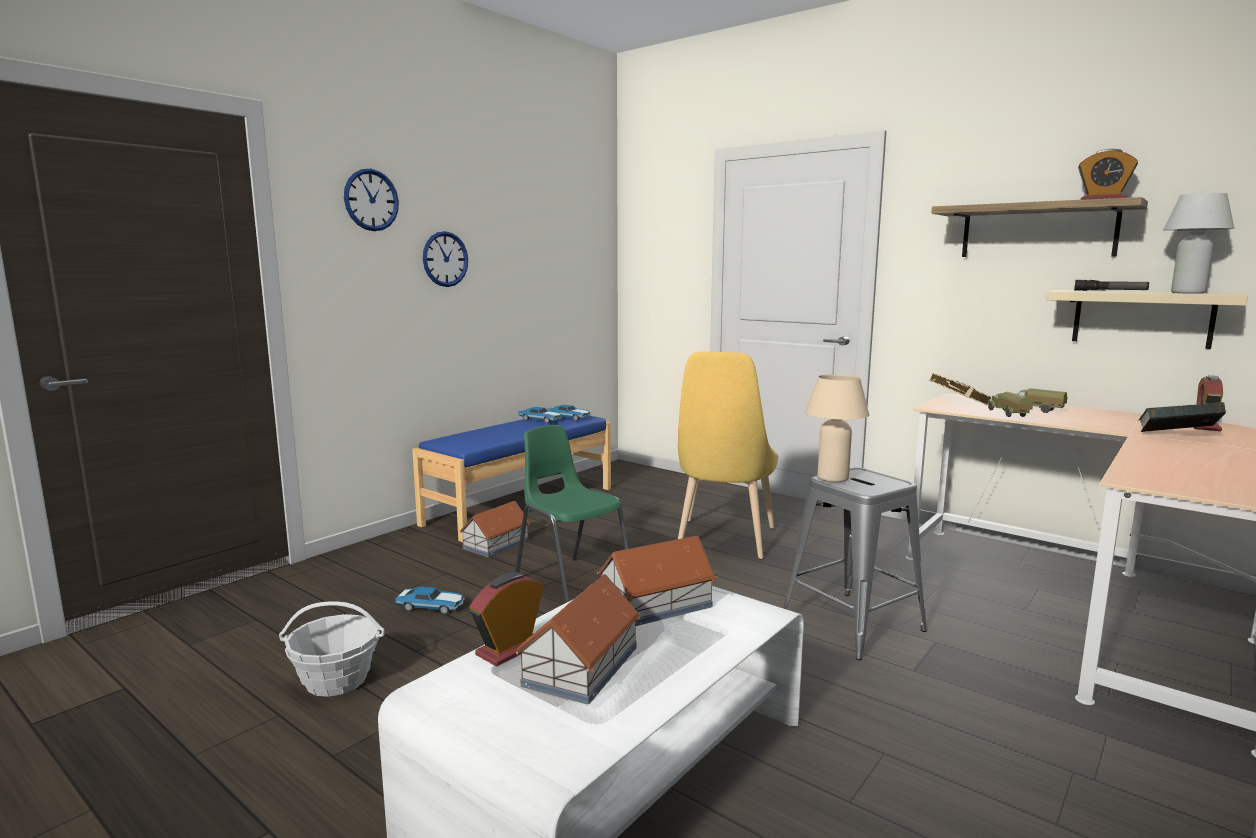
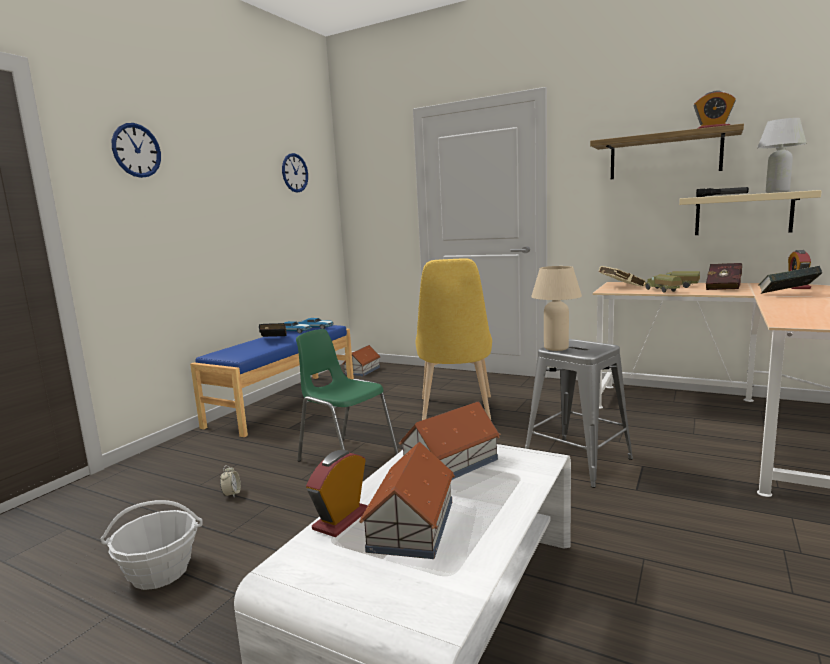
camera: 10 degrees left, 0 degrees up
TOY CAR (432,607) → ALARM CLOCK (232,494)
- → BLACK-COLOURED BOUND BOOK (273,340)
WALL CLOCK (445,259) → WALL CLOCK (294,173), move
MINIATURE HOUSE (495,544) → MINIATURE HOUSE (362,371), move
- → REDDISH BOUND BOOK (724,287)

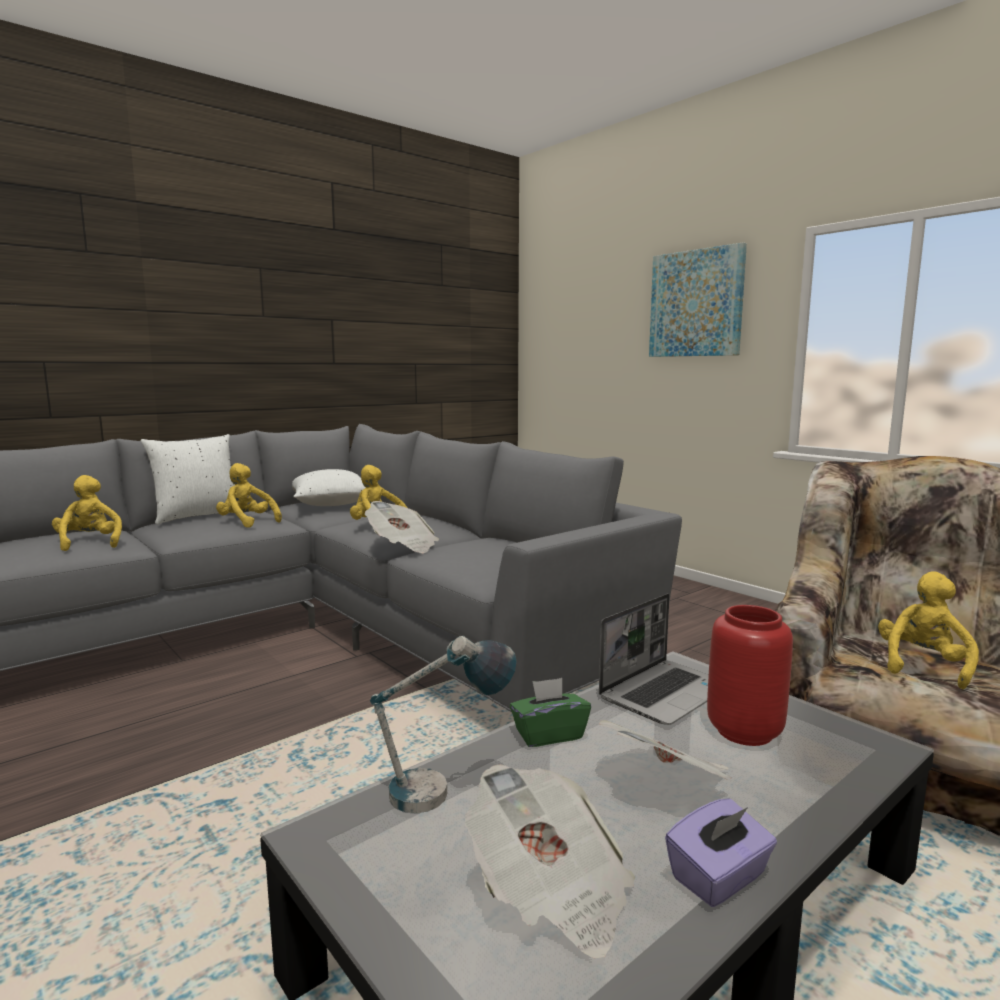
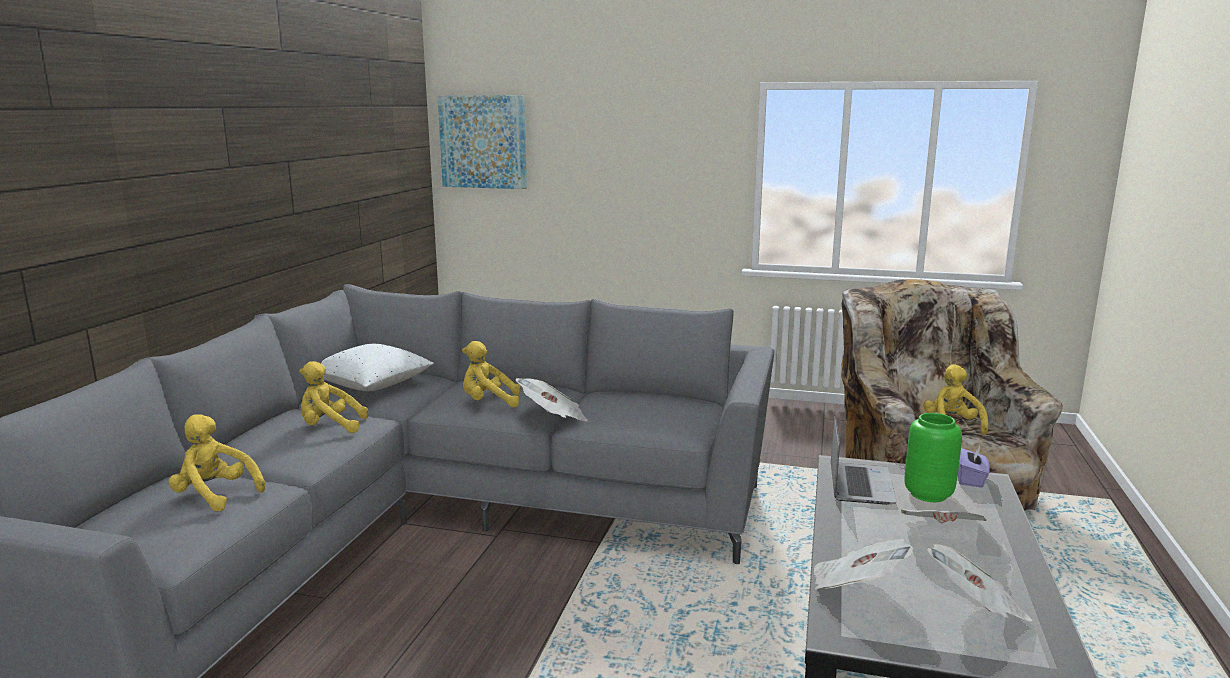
camera: 35 degrees left, 5 degrees up
PICTURE (696,303) → PICTURE (483,142), move
LAMP FOR A TABLE (444,794) → DAILY PAPER (856,586)
REDDISH VASE (742,731) → GREEN-COLOURED VASE (927,494)
PURPLE BOX OF TISSUES (719,878) → PURPLE BOX OF TISSUES (970,479), move
WHITISH THROW PILLOW (197,516) → -
GREEN-COLOURED BOX OF TISSUES (549,734) → -

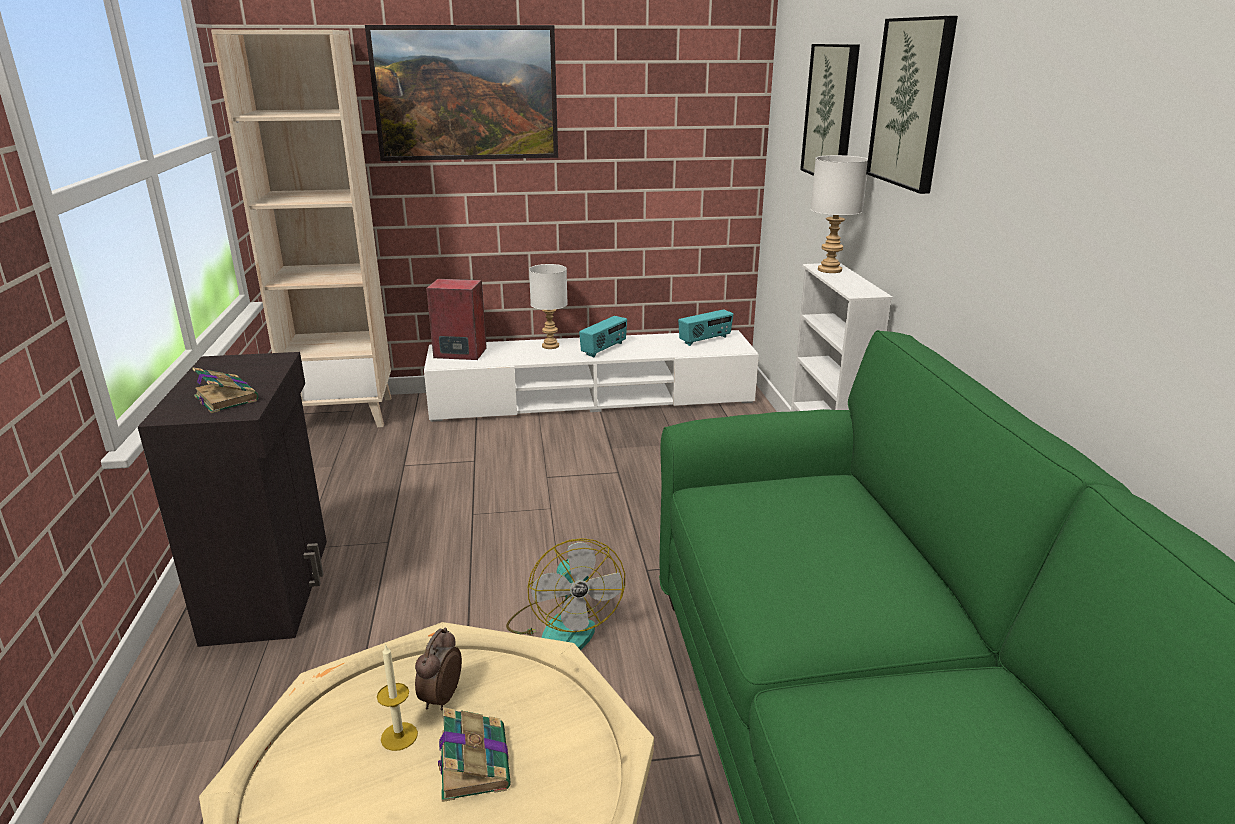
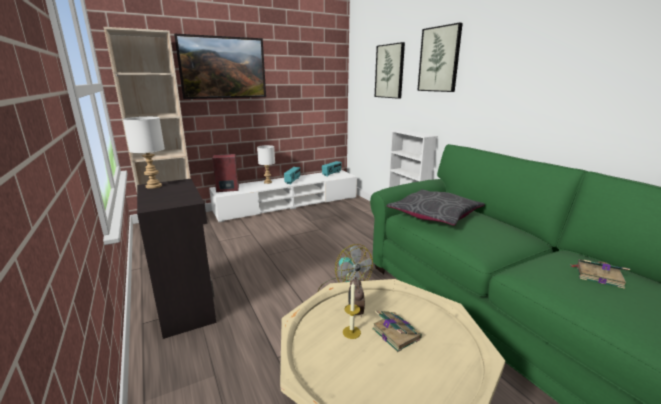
camera: 20 degrees left, 5 degrees down
WHITISH LAMP FOR A TABLE (829,269) → WHITISH LAMP FOR A TABLE (154,186), move
- → GREY THROW PILLOW (434,215)
BOUND BOOK (226,398) → BOUND BOOK (597,276), move

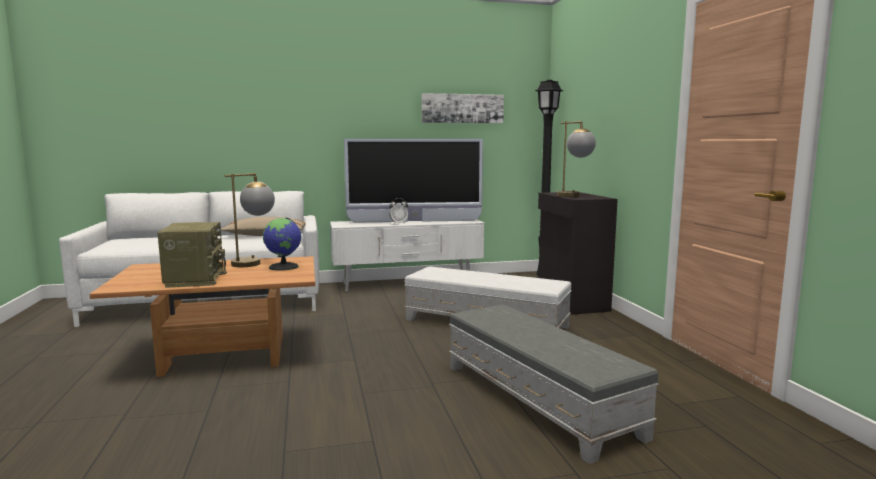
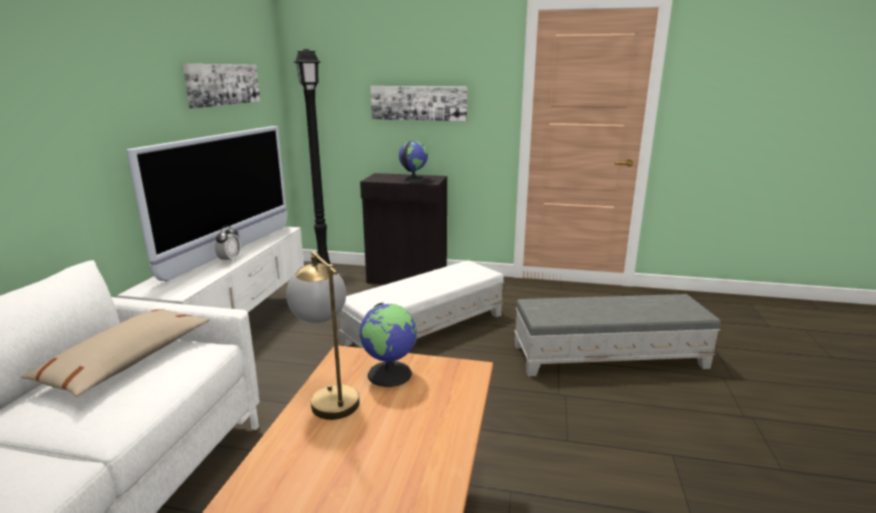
camera: 65 degrees left, 10 degrees up
- → PICTURE (419,103)
LAMP FOR A TABLE (574,196) → GLOBE (413,180)
RADIO (194,279) → -

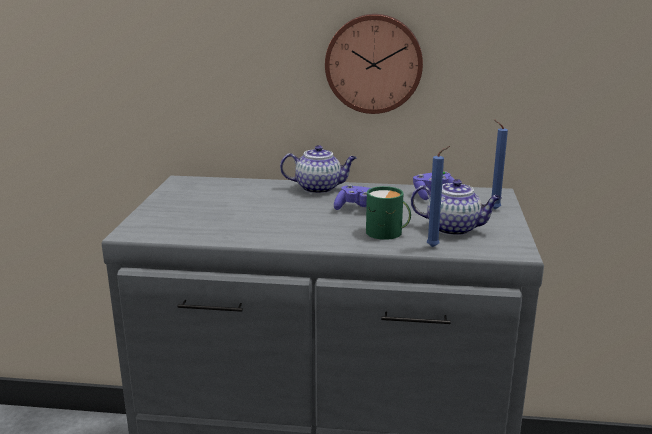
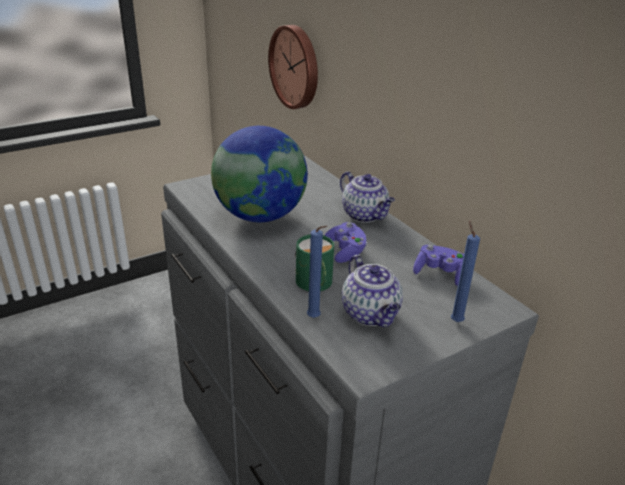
camera: 50 degrees right, 10 degrees up
- → GLOBE (260,216)
WALL CLOCK (374,63) → WALL CLOCK (296,67), move

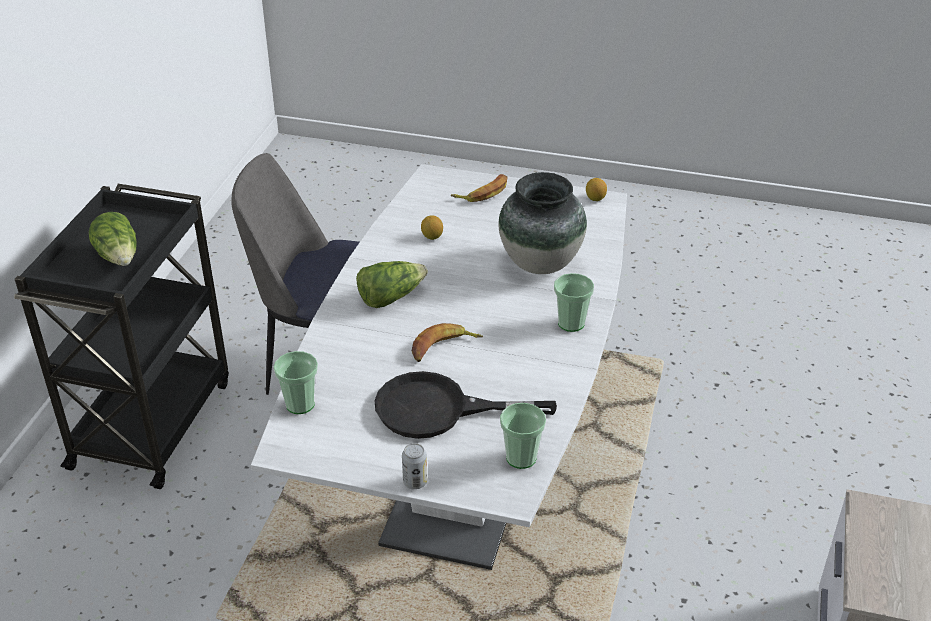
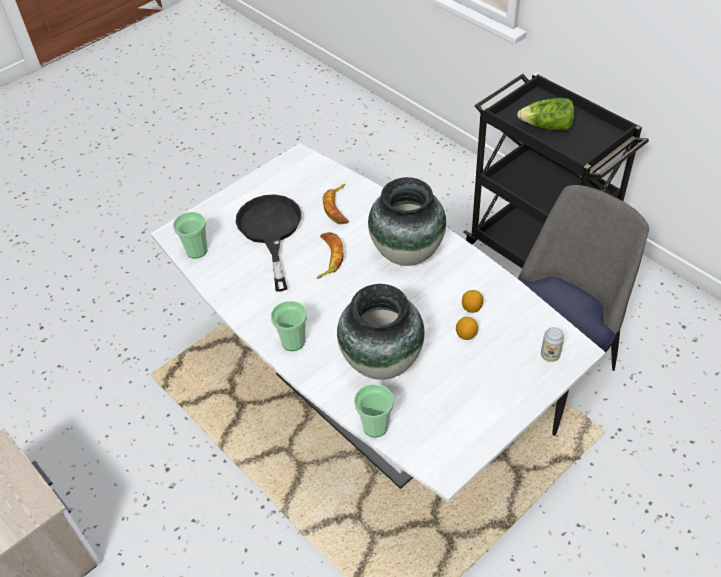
camera: 125 degrees right, 10 degrees up
BLACK-COLOURED PAN (439,410) → BLACK-COLOURED PAN (270,231), 45 degrees counterclockwise
WHOLE BANANA (483,192) → WHOLE BANANA (338,208), move
CUP (300,404) → CUP (375,426), move
LETTUCE HEAD (390,297) → VASE (407,252)
CITRUS FRUIT (595,198) → CITRUS FRUIT (466,335), move
CAN (415,482) → CAN (550,355), move

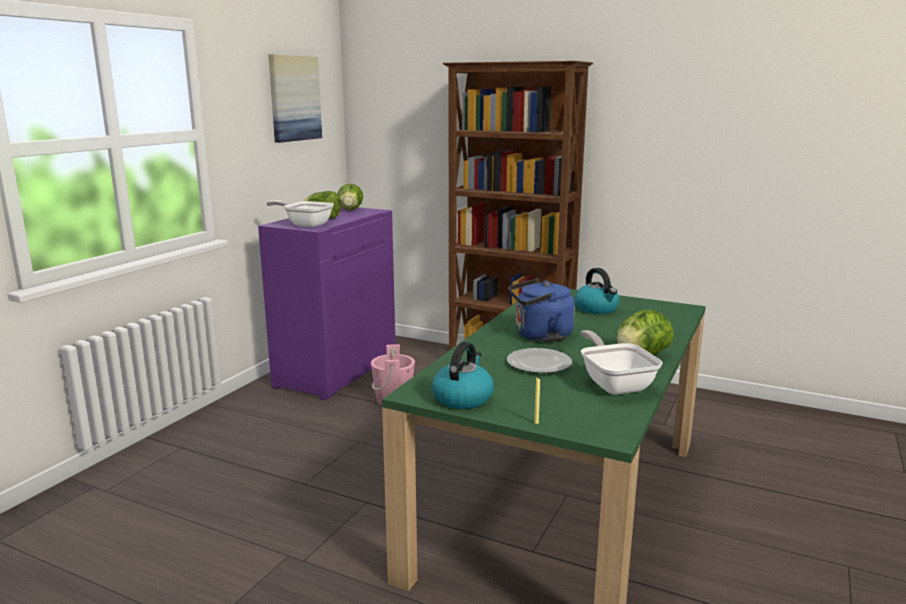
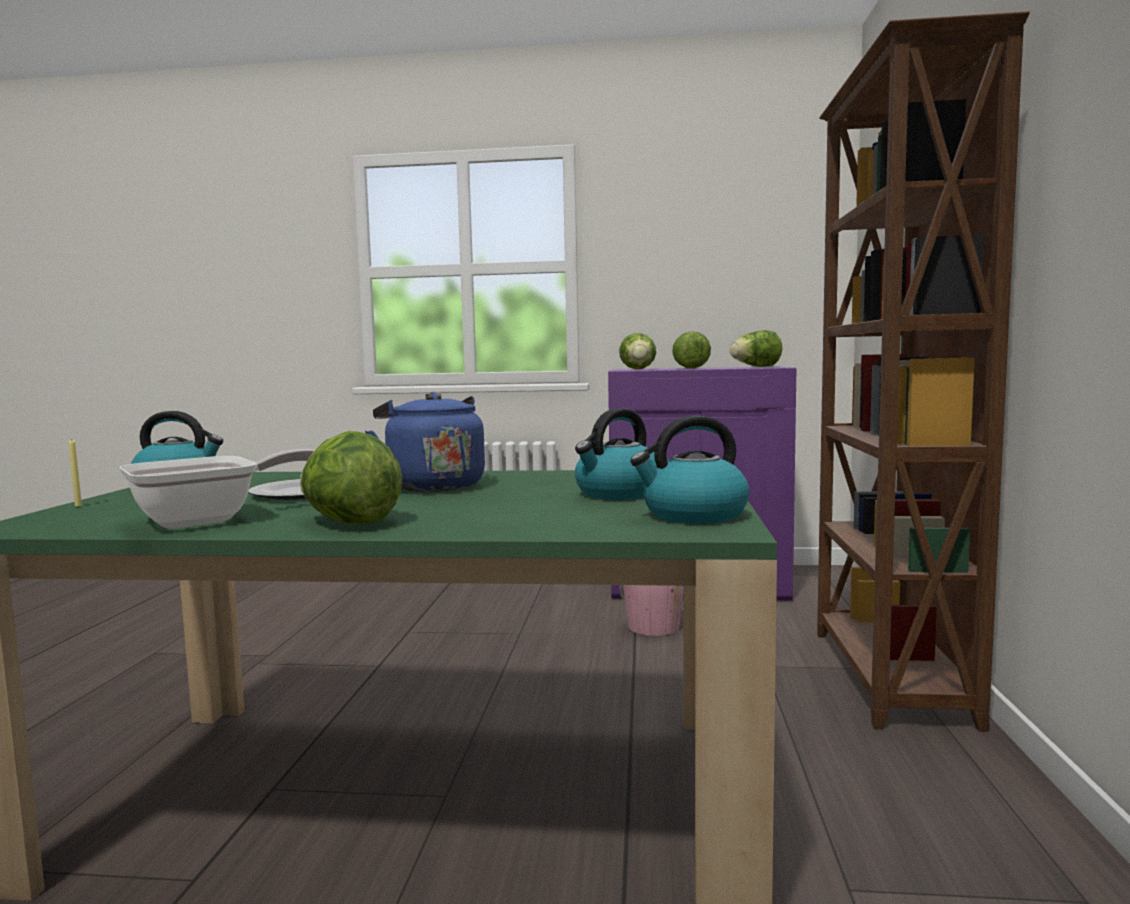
camera: 70 degrees right, 10 degrees down
PAN (305,225) → LETTUCE HEAD (639,369)
- → TEA KETTLE (693,515)
PICTURE (294,98) → -

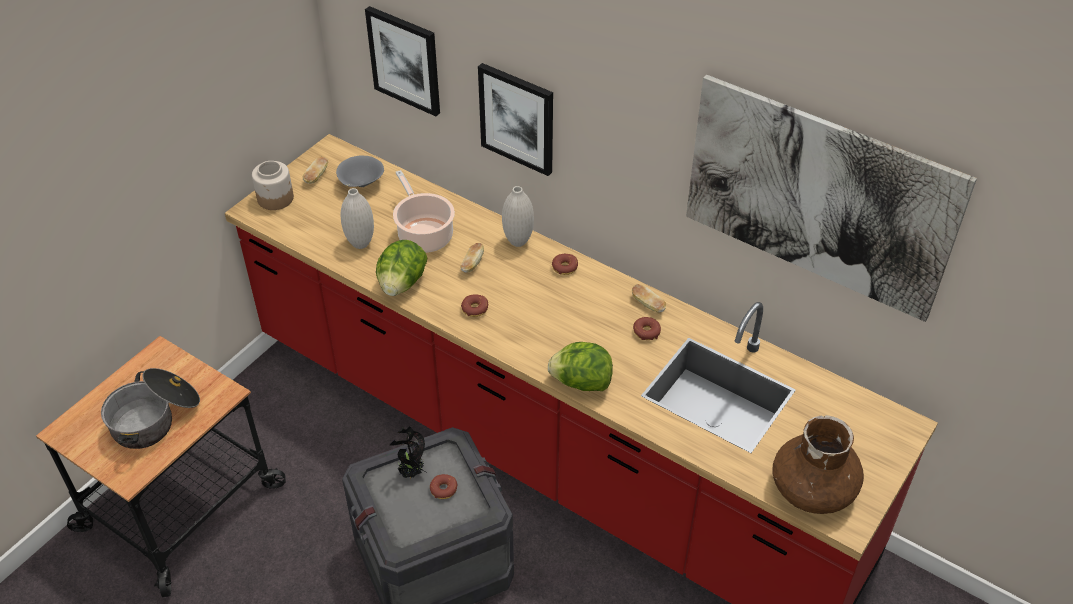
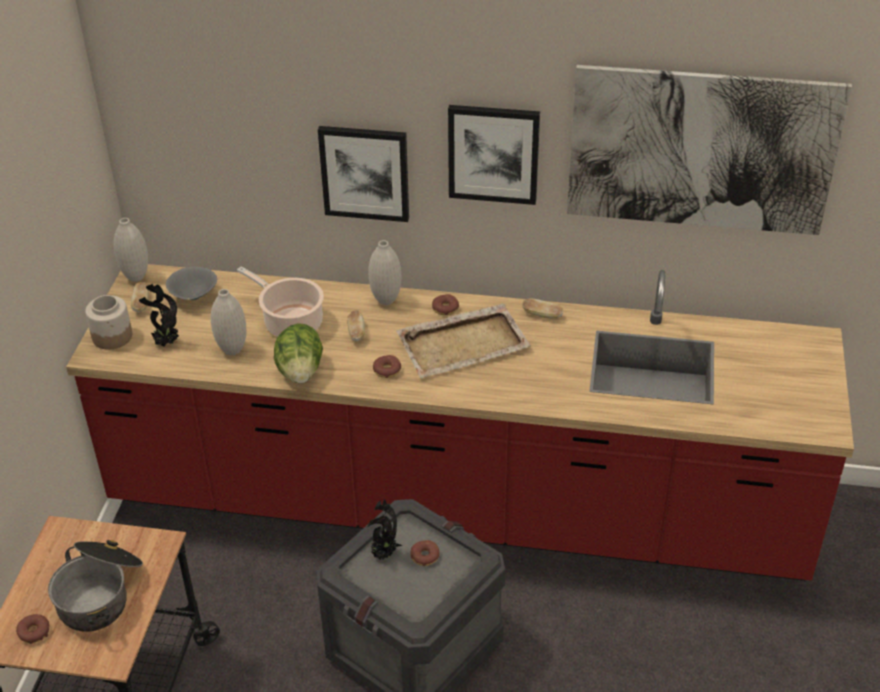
camera: 25 degrees left, 5 degrees down
RING DOUGHNUT (646,332) → RING DOUGHNUT (34,632), move
- → WHITISH VASE (136,277)
- → HOUSEPLANT (165,343)
- → BEIGE-COLOURED TRAY (464,344)
PICTURE (405,60) → PICTURE (493,153), move
LETTUCE HEAD (581,382) → -
BROWNISH VASE (813,489) → -

